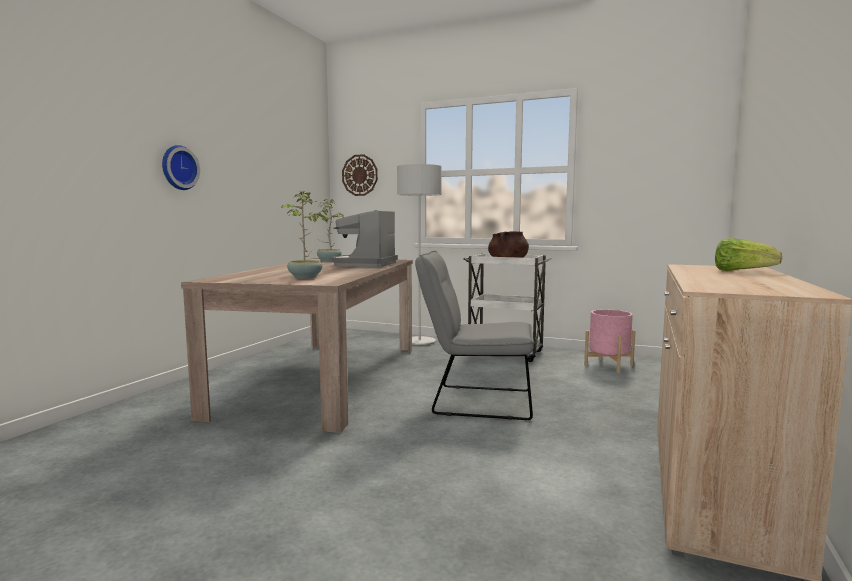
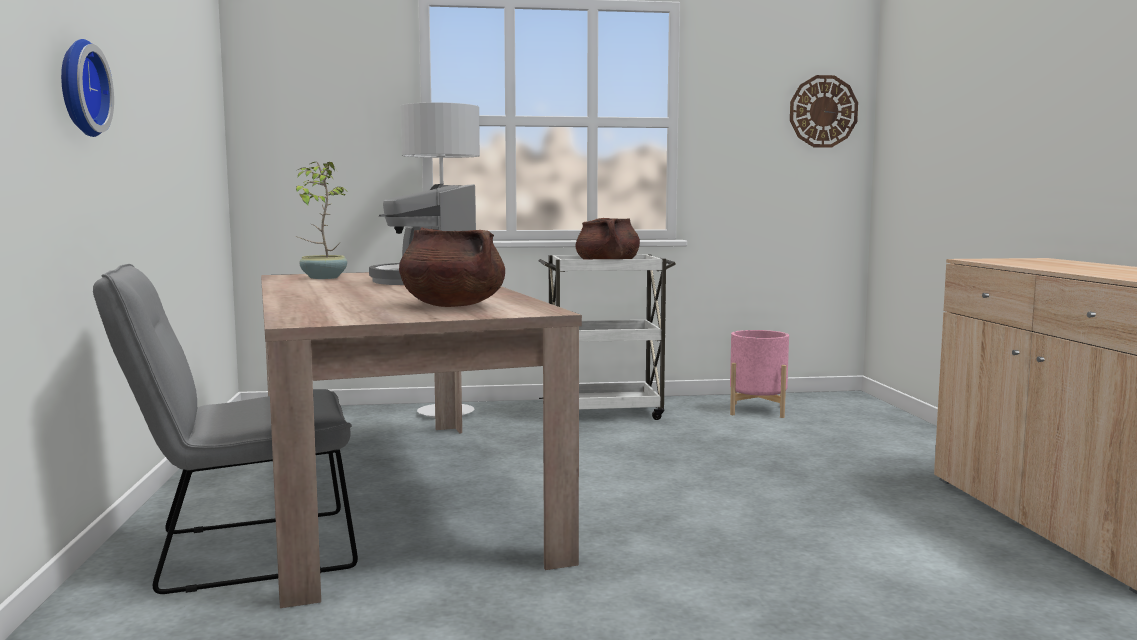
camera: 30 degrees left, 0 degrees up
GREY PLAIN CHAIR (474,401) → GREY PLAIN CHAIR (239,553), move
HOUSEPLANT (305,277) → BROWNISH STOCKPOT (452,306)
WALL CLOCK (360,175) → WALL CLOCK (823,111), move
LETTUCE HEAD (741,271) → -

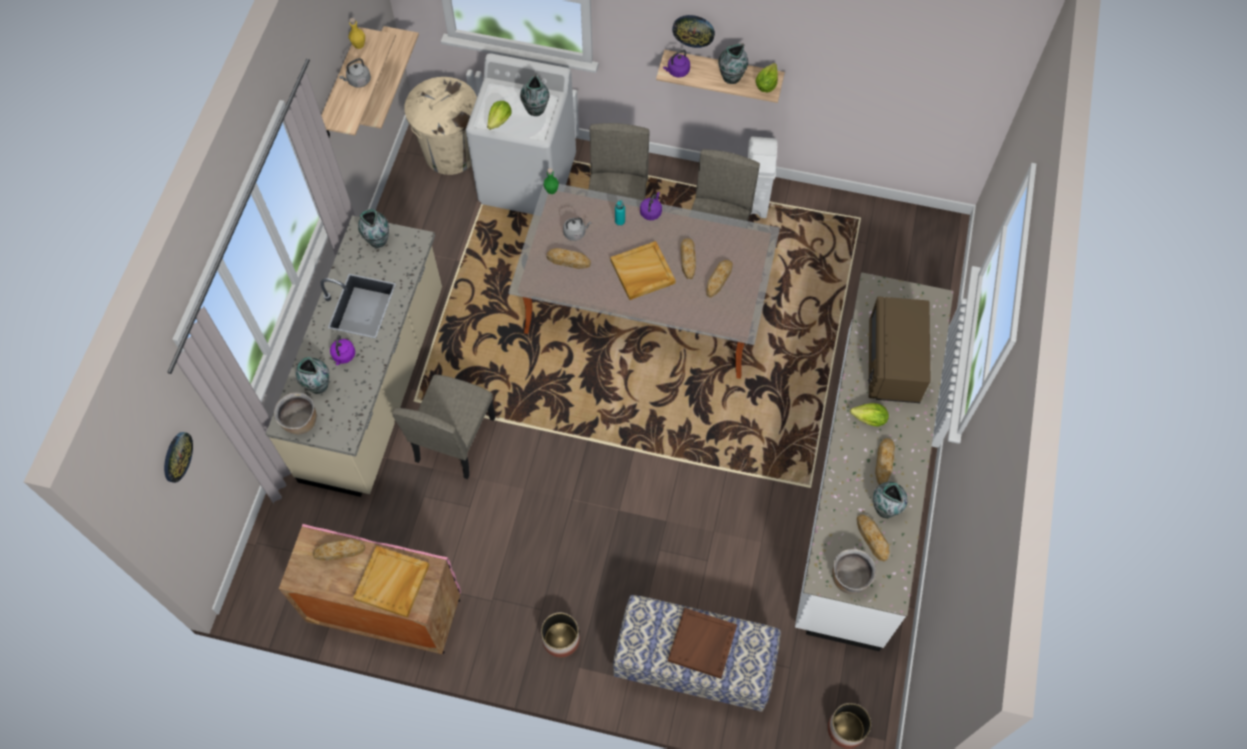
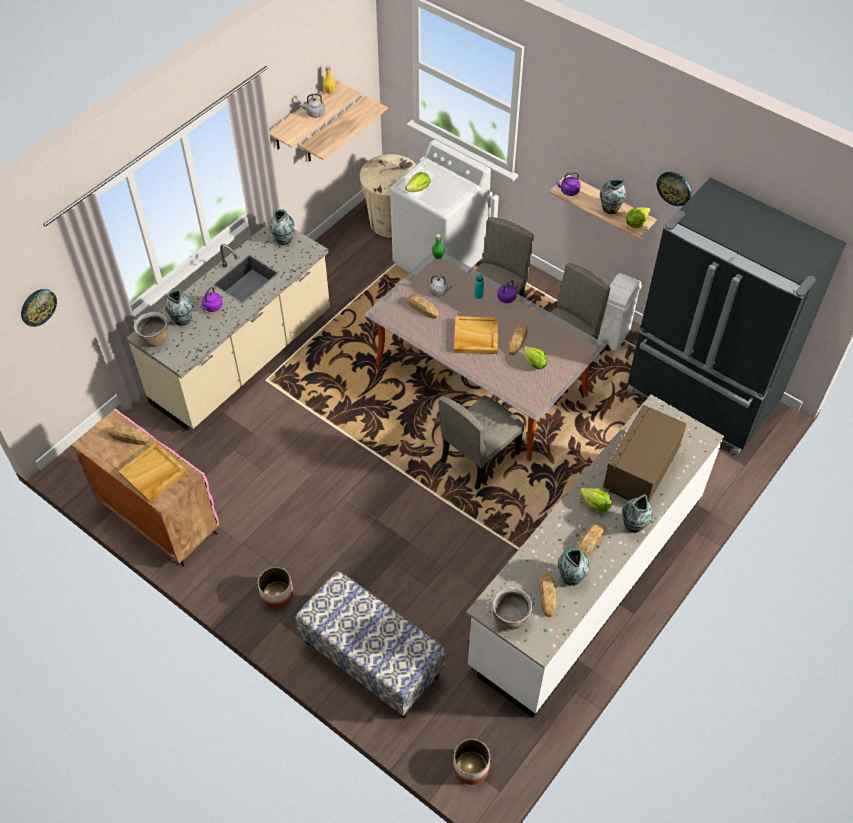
camera: 25 degrees right, 10 degrees down
BEIGE-COLOURED PLAIN CHAIR (454,439) → BEIGE-COLOURED PLAIN CHAIR (479,457), move
BAKERY BREAD (718,279) → LETTUCE HEAD (534,363)
VASE (535,110) → VASE (633,525), move
- → BLACK-COLOURED KITCHEN FRIDGE (701,398)
WALL CLOCK (693,30) → WALL CLOCK (674,188), move
BROWNISH TRAY (702,644) → -

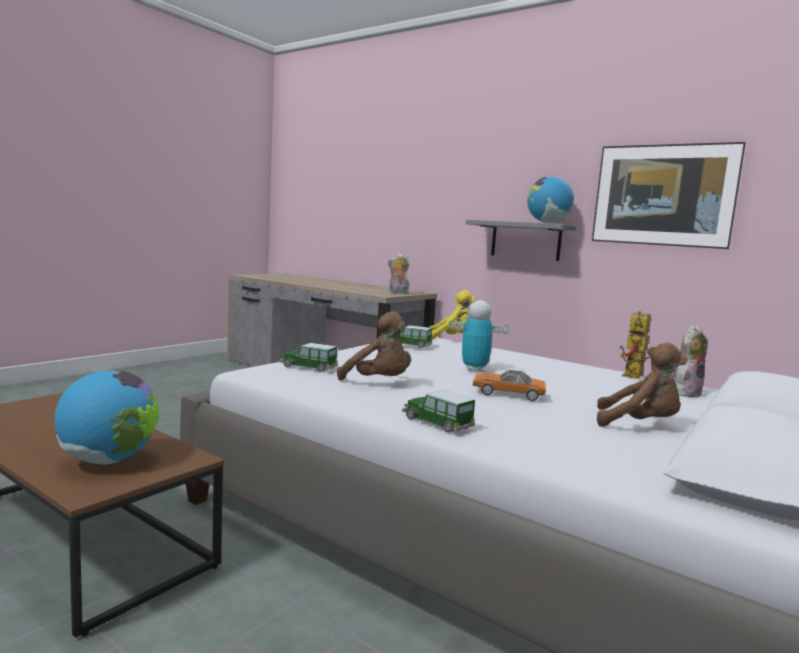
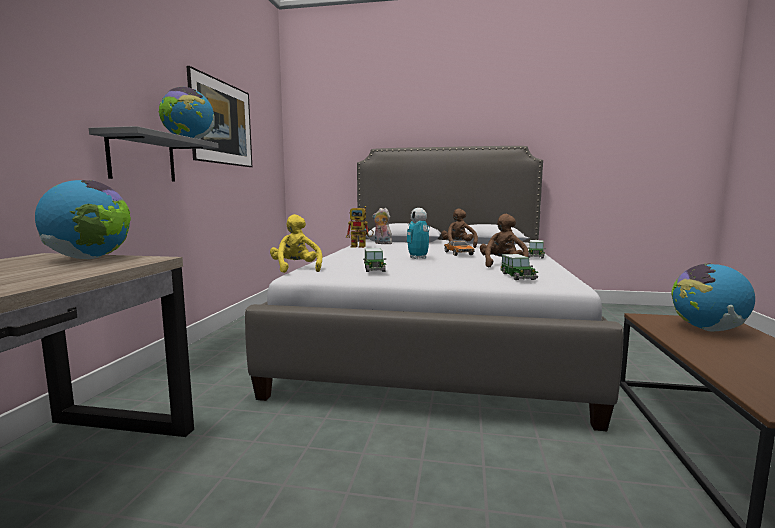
camera: 115 degrees left, 0 degrees up
SOFT TOY (397,293) → GLOBE (89,259)

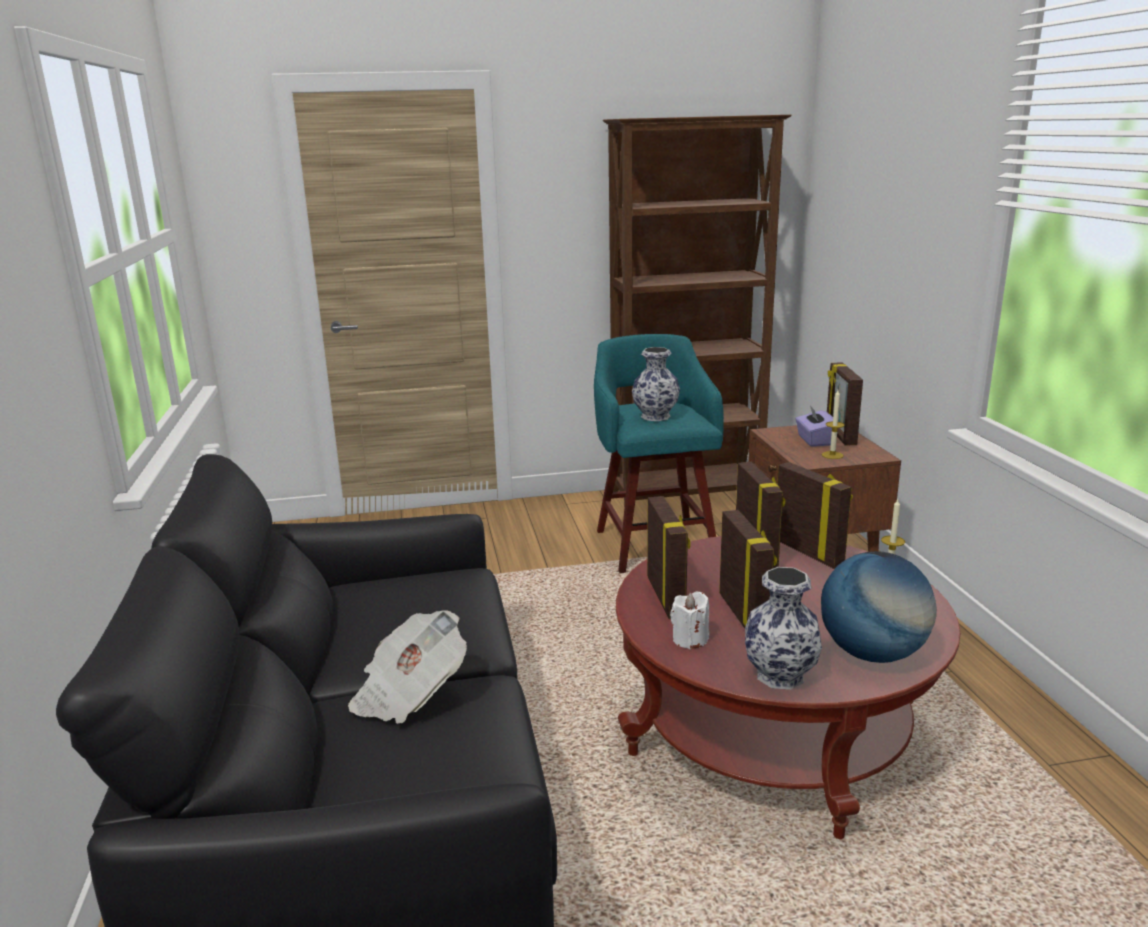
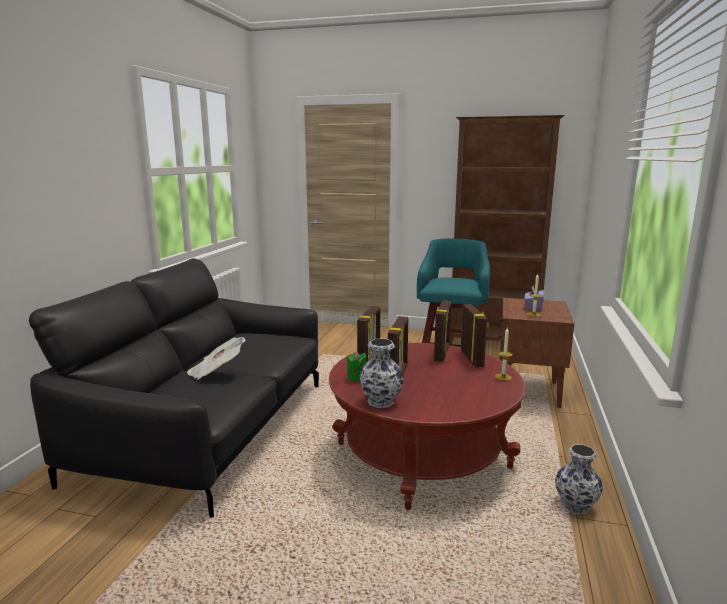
camera: 25 degrees right, 5 degrees down
WHITISH WAX LIGHT (690,639) → GREEN-COLOURED WAX LIGHT (357,378)
VASE (656,417) → VASE (576,506), move
GLOBE (872,653) → -
PICTURE FRAME (839,435) → -

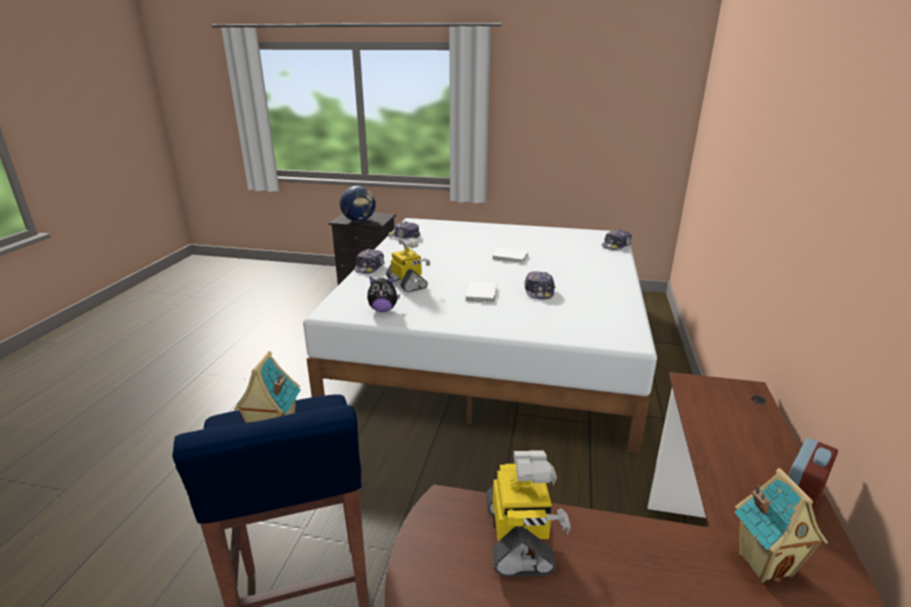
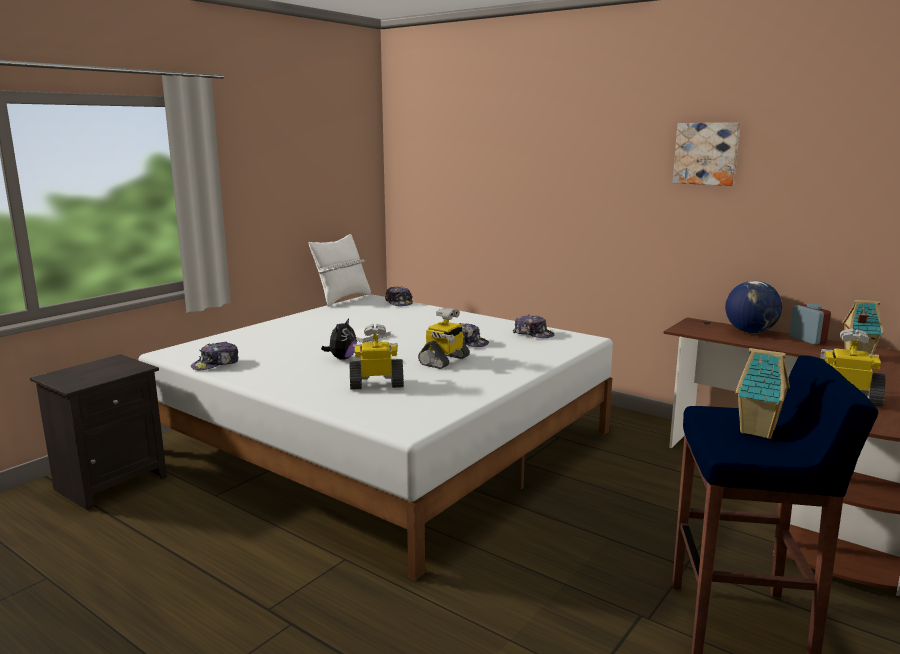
camera: 65 degrees left, 10 degrees down
- → WHITISH THROW PILLOW (342,299)
SOFT TOY (383,309) → SOFT TOY (342,358), move
WHITISH BOUND BOOK (482,293) → MODEL ROBOT (445,361)
BASEBALL CAP (370,267) → BASEBALL CAP (533,334), move
- → PICTURE (706,153)
GLOBE (359,220) → GLOBE (750,332), move

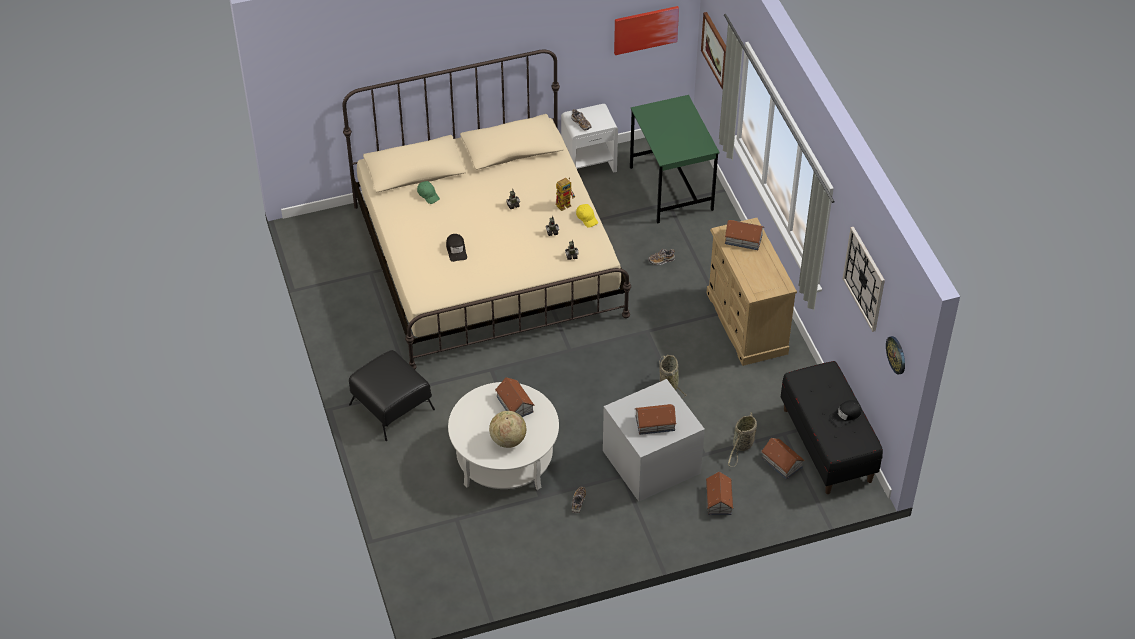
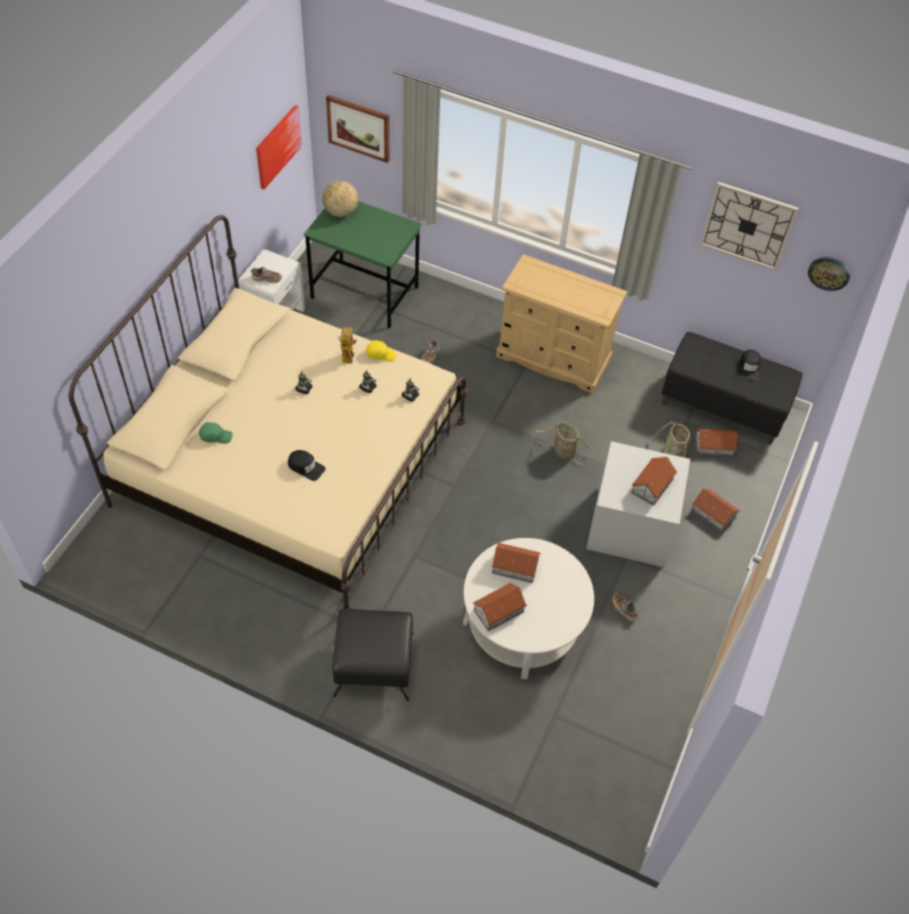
camera: 50 degrees left, 5 degrees up
GLOBE (508,440) → GLOBE (340,212), move
MINIATURE HOUSE (743,239) → MINIATURE HOUSE (498,611), move

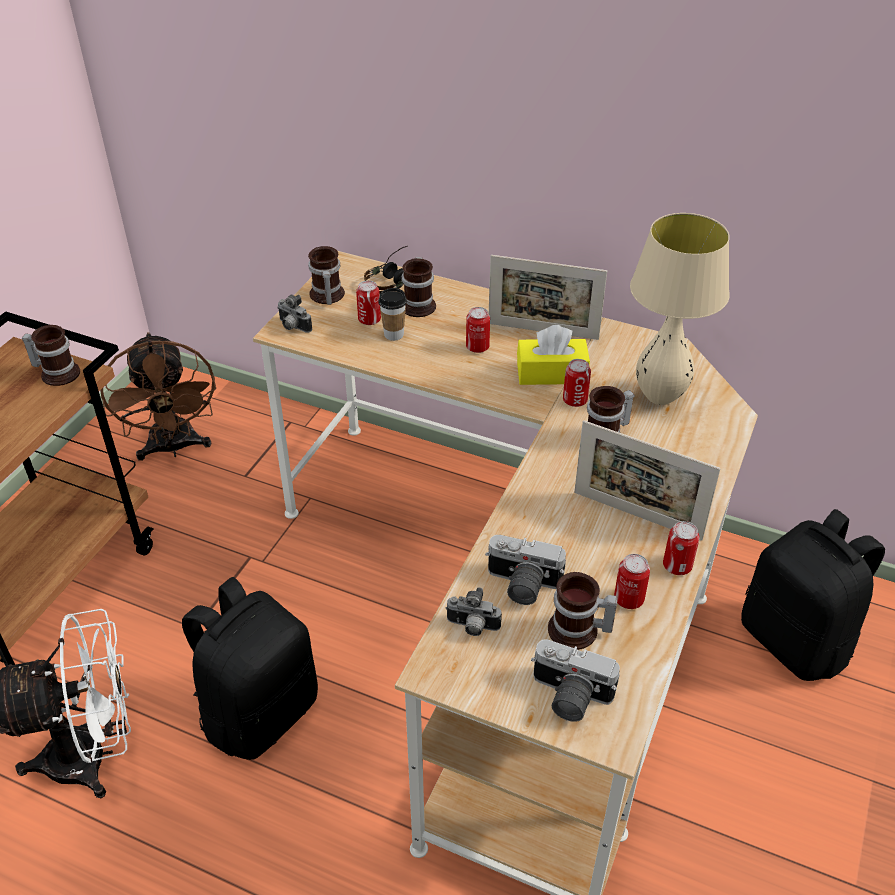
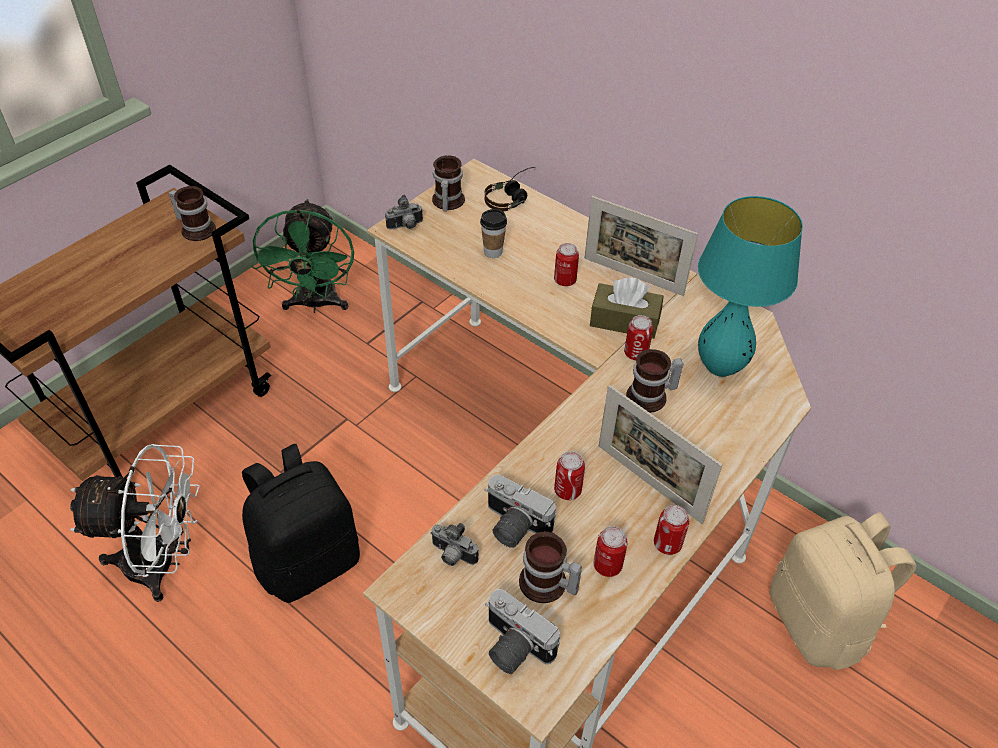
camera: 15 degrees right, 5 degrees up
BROWNISH FAN (174,448) → GREEN-COLOURED FAN (315,304)
PHOTO CAMERA (293,327) → PHOTO CAMERA (406,226), 75 degrees counterclockwise
CAN (369,320) → CAN (567,490), move
YELLOWISH BOX OF TISSUES (551,373) → BROWNISH BOX OF TISSUES (624,321)
BEIGE-COLOURED LAMP FOR A TABLE (660,397) → BLUE-GREEN LAMP FOR A TABLE (720,367)
BLACK-COLOURED KNAPSACK (796,641) → BEIGE-COLOURED KNAPSACK (819,623)
TEA MUG (420,304) → -

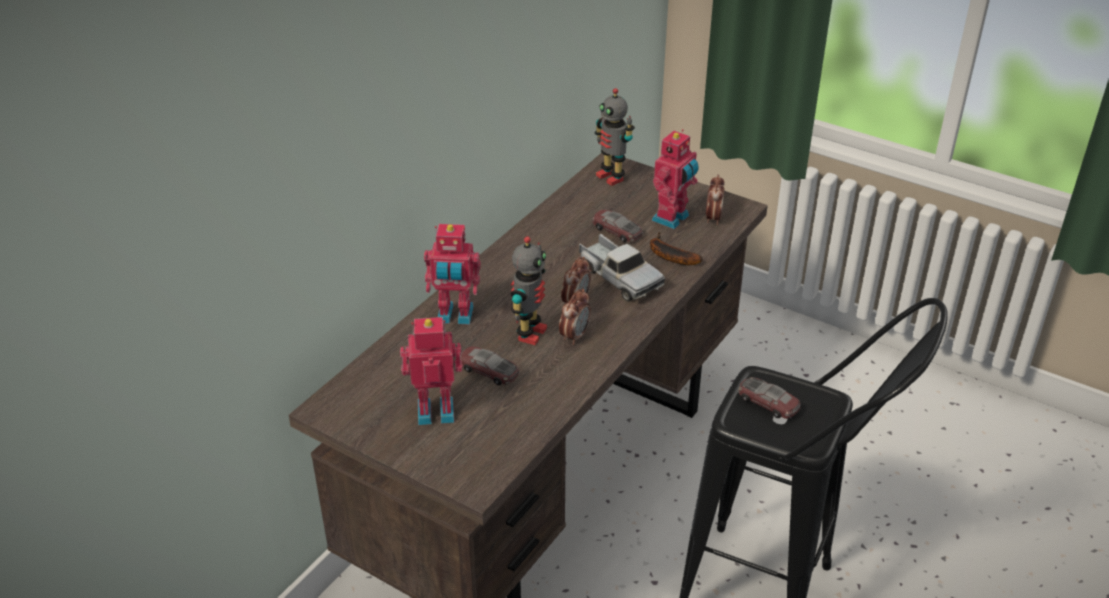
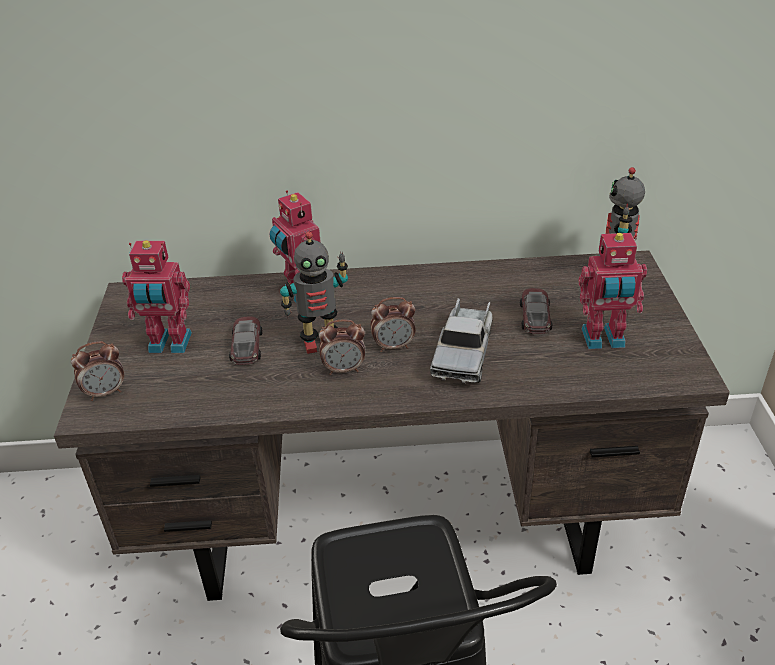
camera: 55 degrees right, 0 degrees up
ALARM CLOCK (713,218) → ALARM CLOCK (106,392), move
MODEL ROBOT (435,410) → MODEL ROBOT (169,345), 135 degrees clockwise
WHOLE BANANA (669,255) → -
TOY CAR (768,402) → -

